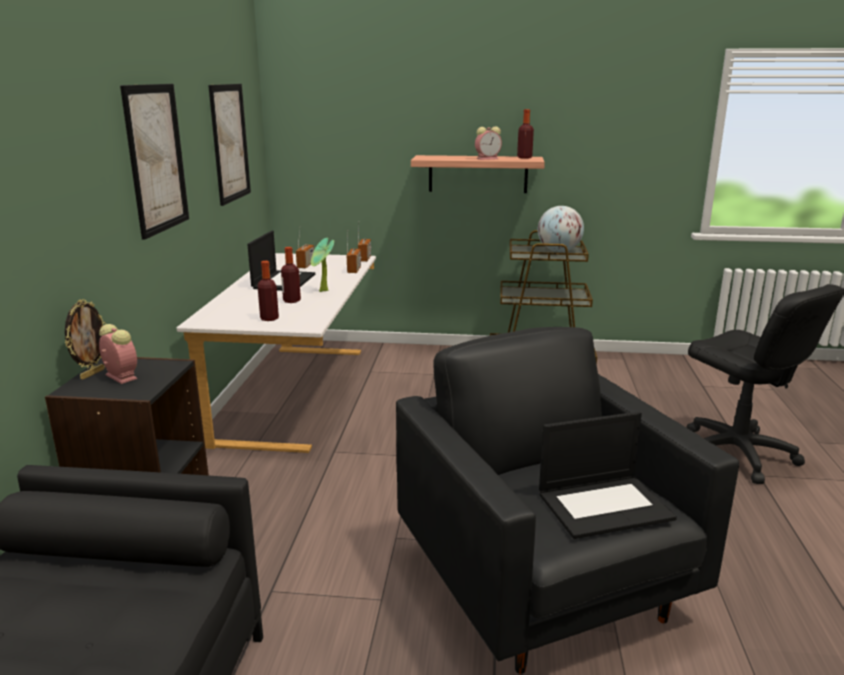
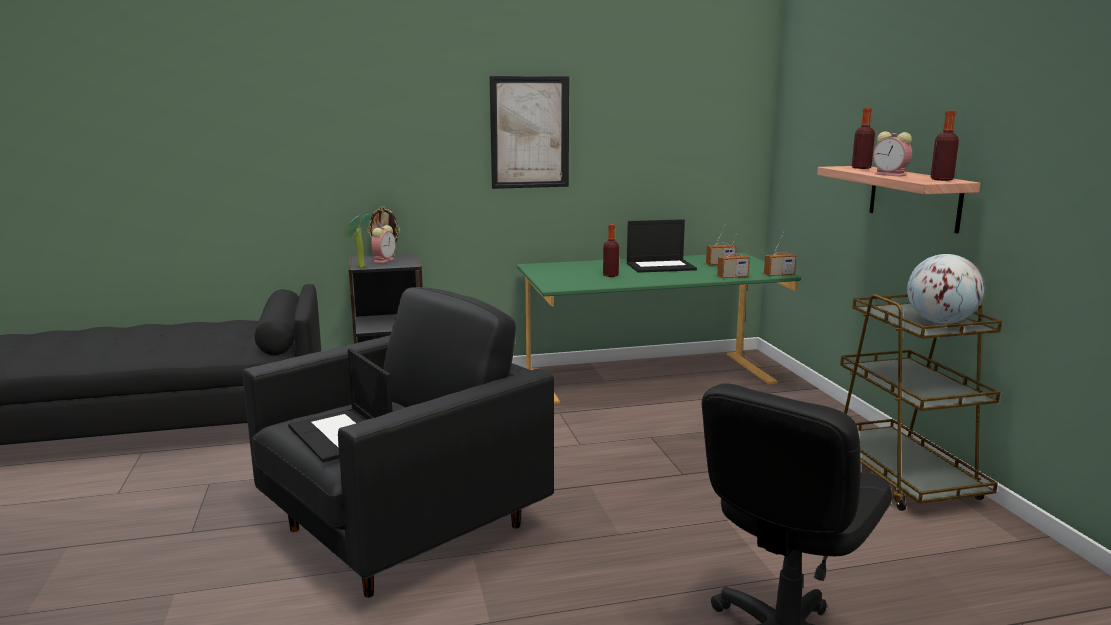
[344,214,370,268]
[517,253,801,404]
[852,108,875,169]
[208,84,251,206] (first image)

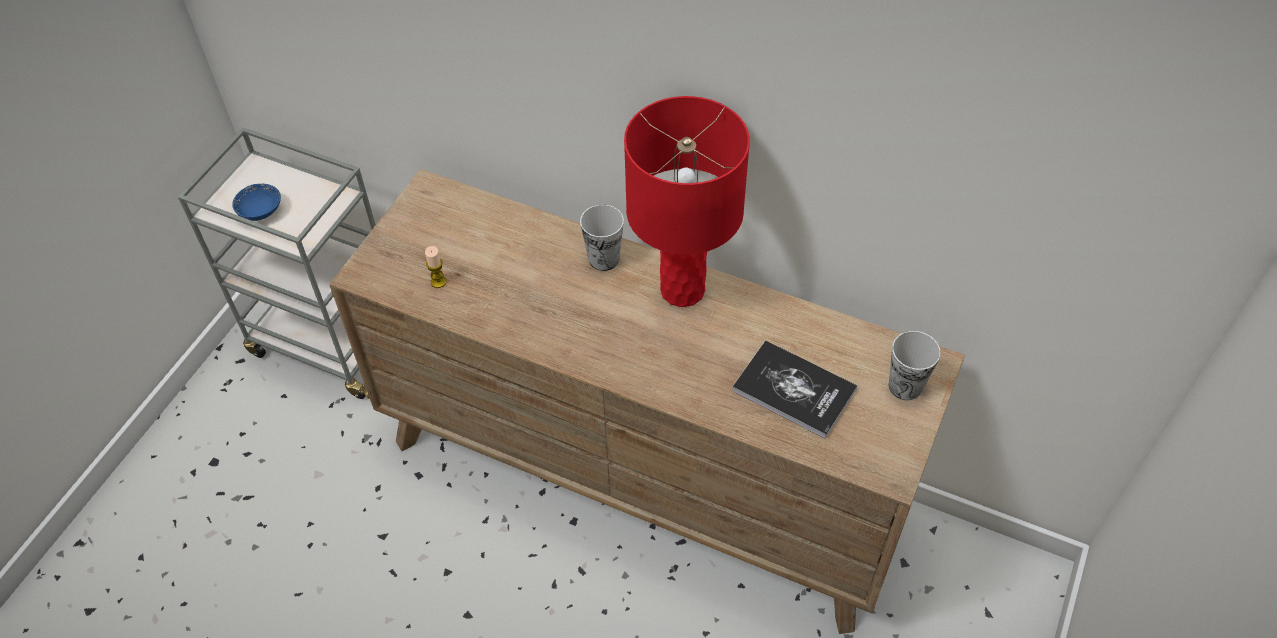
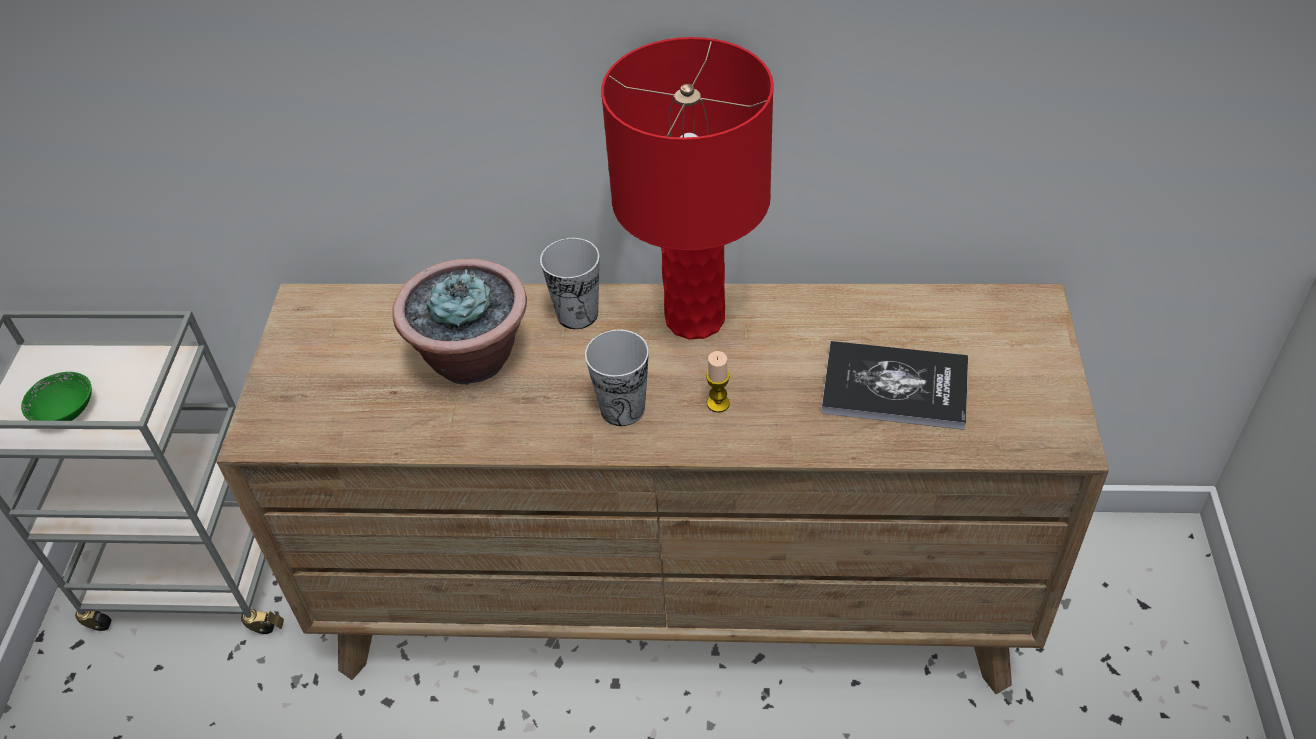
[21,372,92,421]
[392,259,527,385]
[585,329,649,426]
[706,351,730,413]

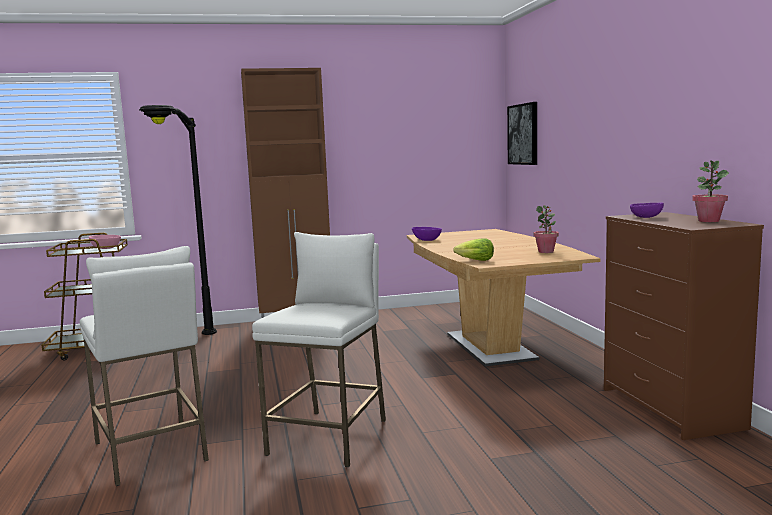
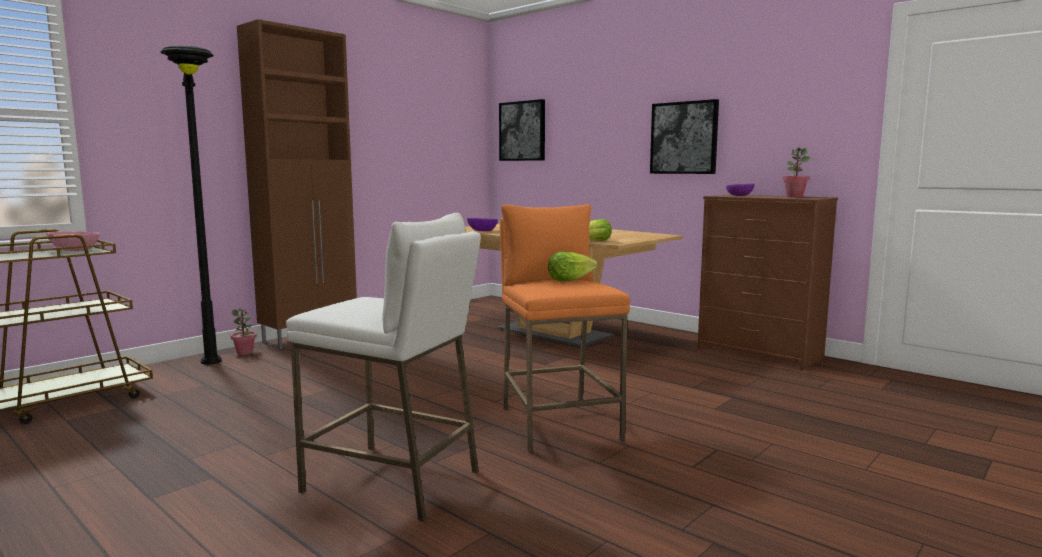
[231,308,257,355]
[500,204,630,453]
[548,252,598,282]
[650,99,719,174]

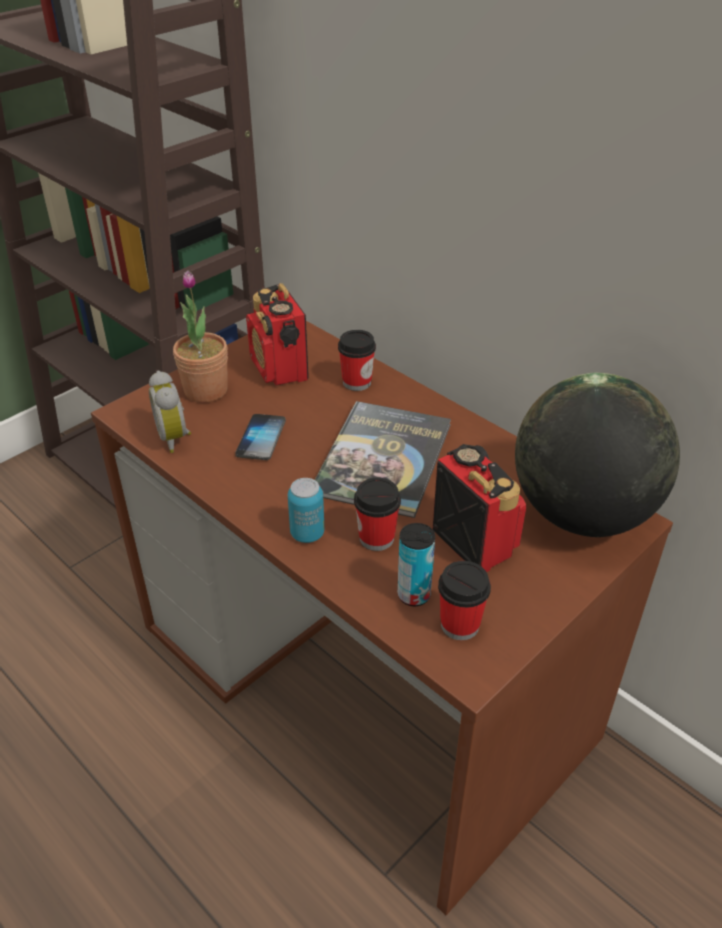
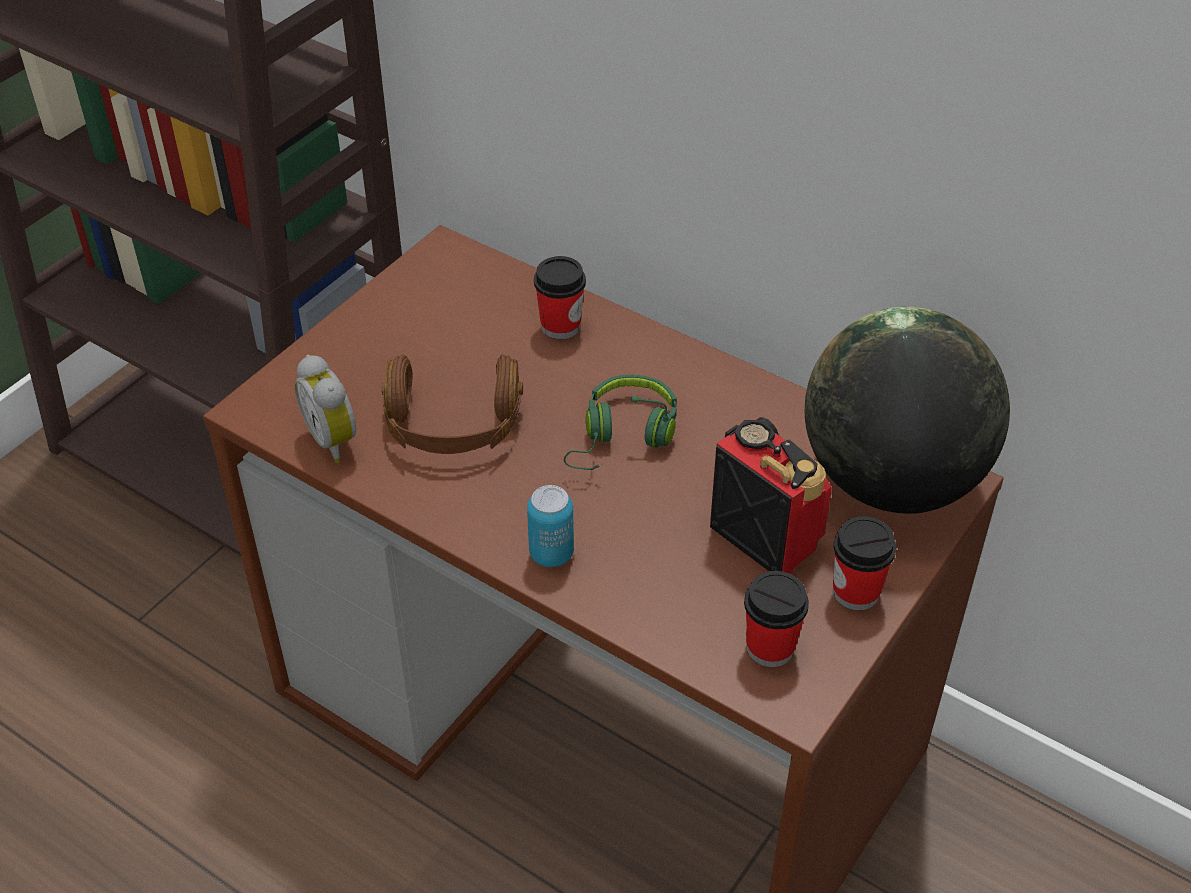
[382,354,523,454]
[564,375,677,470]
[833,516,896,610]
[173,270,228,403] (first image)
[246,283,309,385] (first image)
[397,523,435,606] (first image)

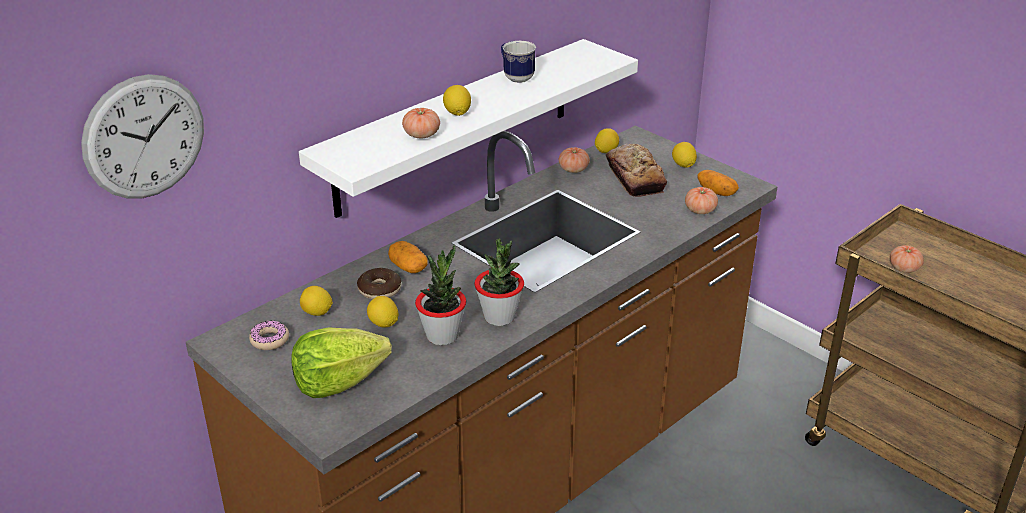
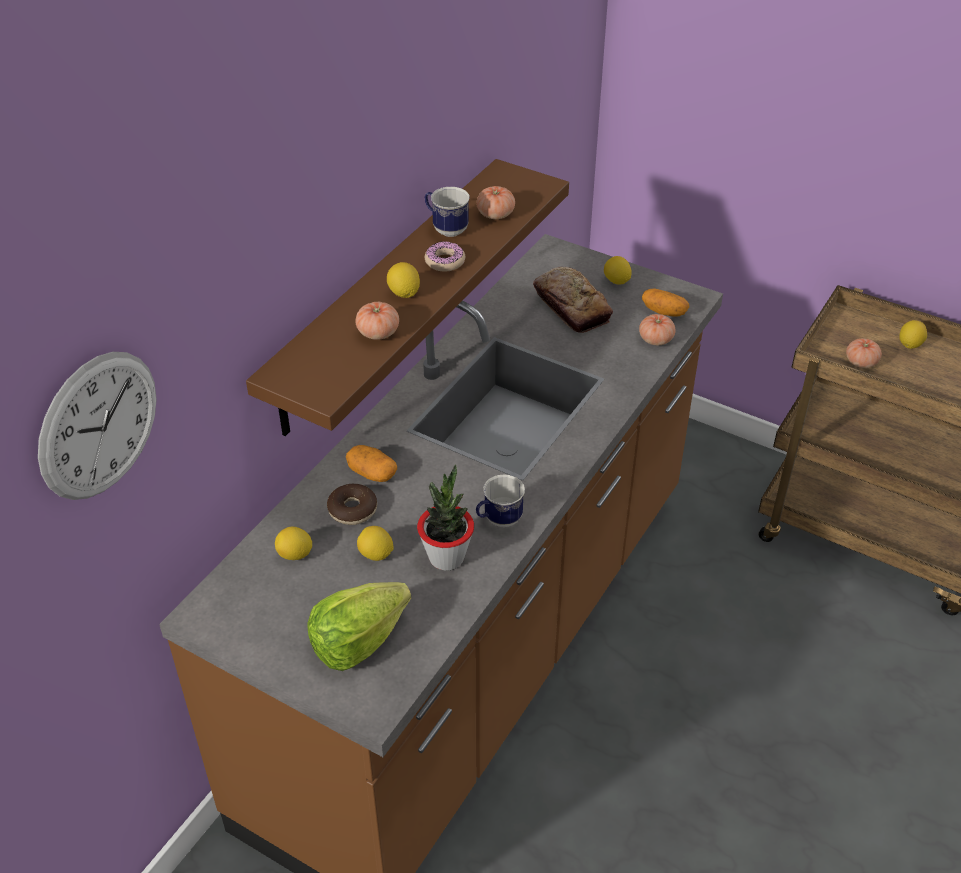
[246,159,569,436]
[425,241,465,272]
[476,186,515,219]
[476,475,525,527]
[899,320,927,349]

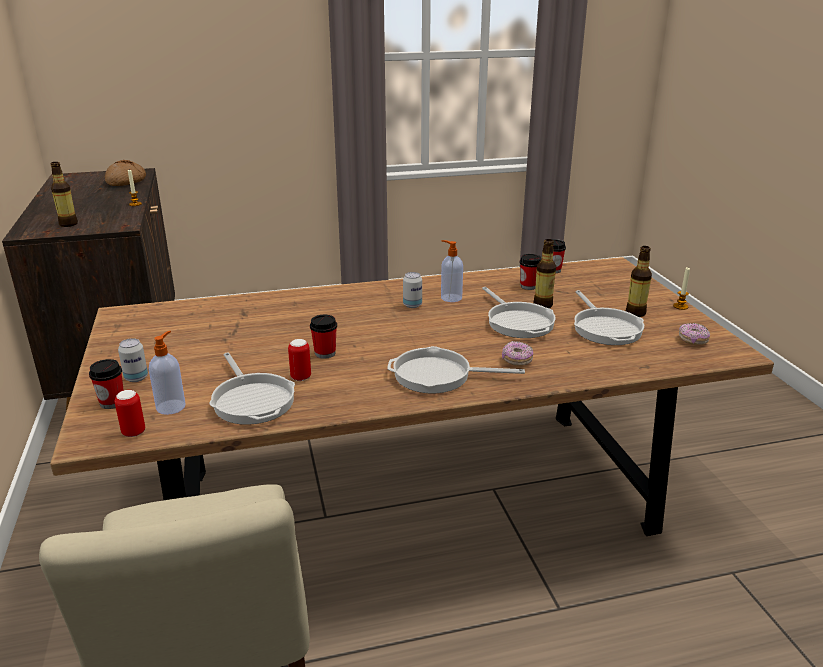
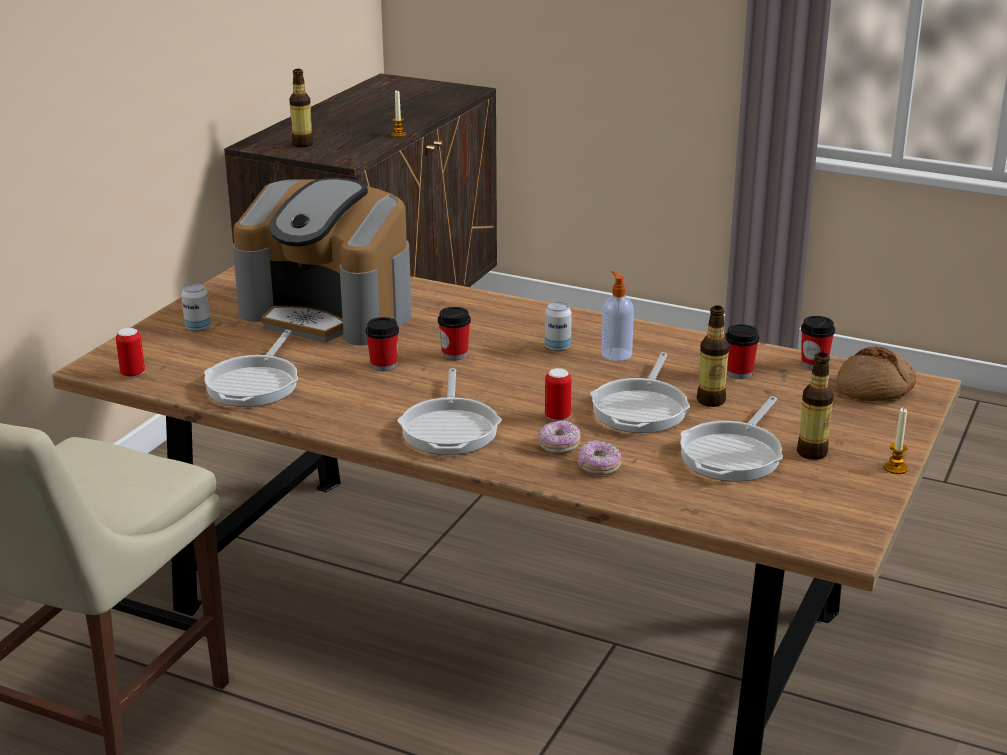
[233,178,412,346]
[397,368,502,455]
[438,307,471,360]
[545,368,571,421]
[578,440,621,475]
[836,346,916,401]
[149,331,185,415] (first image)

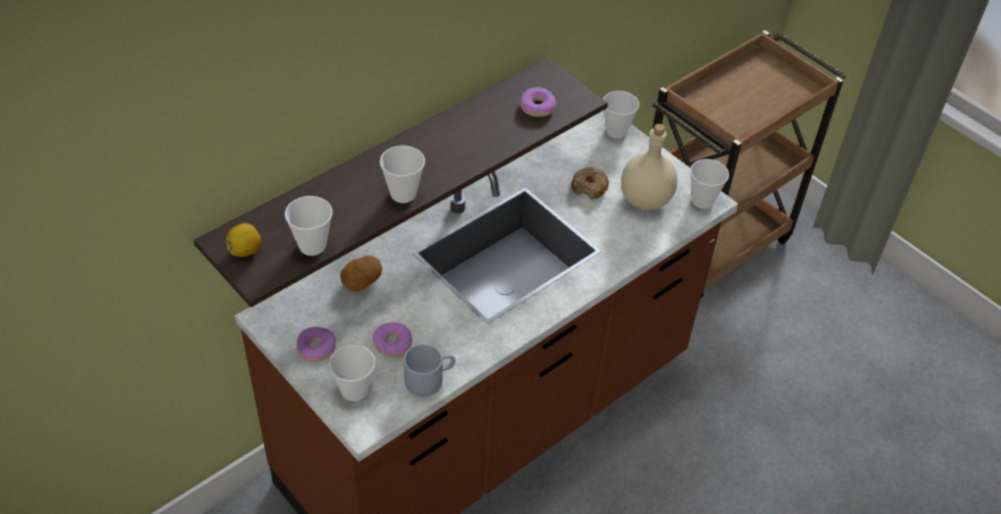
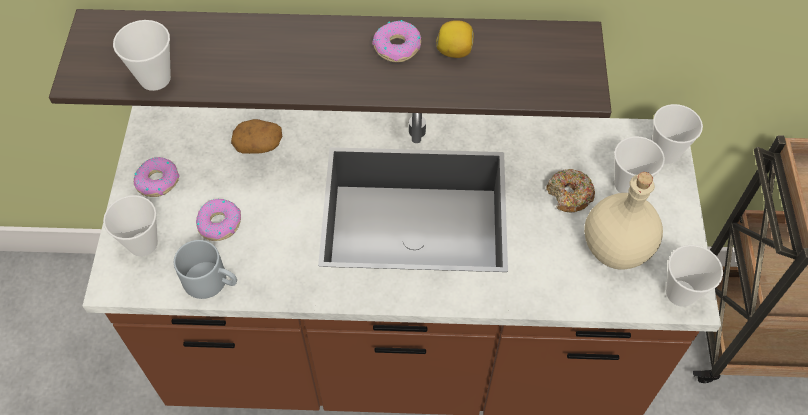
[372,20,421,62]
[436,20,474,58]
[614,136,665,193]

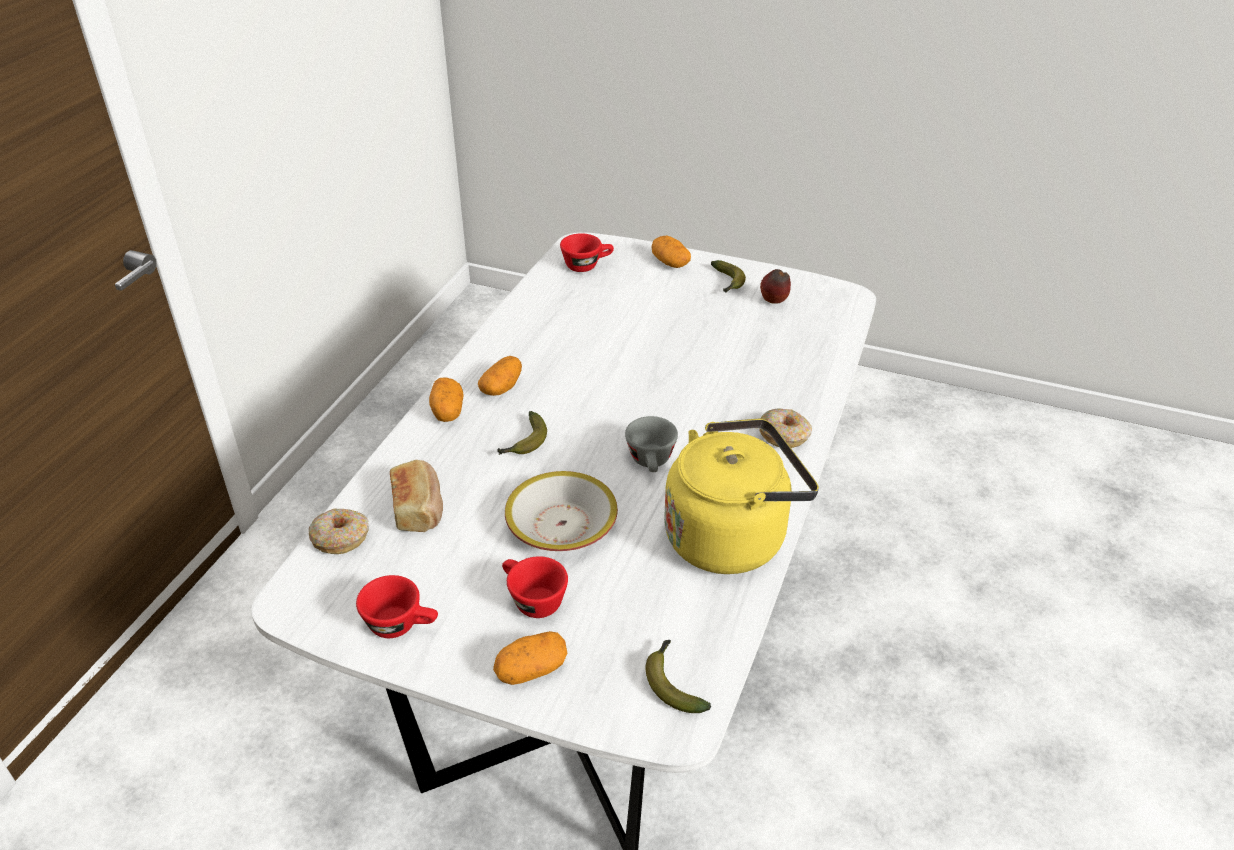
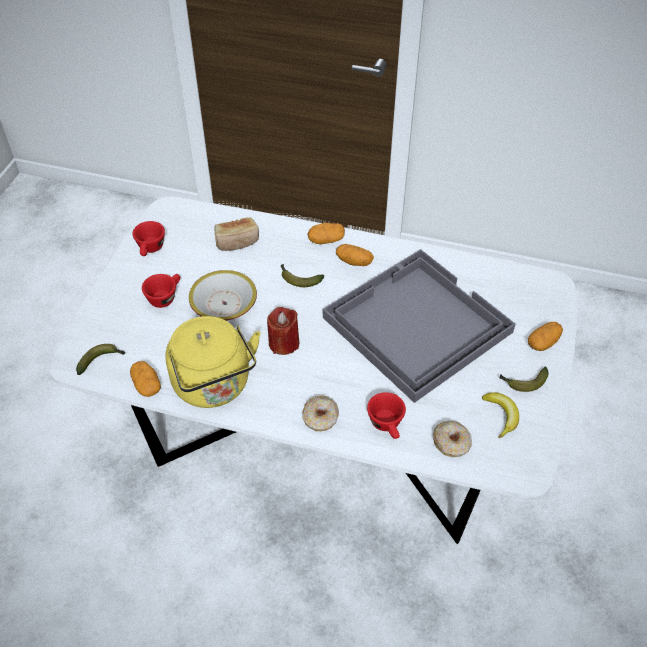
[130,361,161,397]
[267,307,299,355]
[323,249,515,403]
[367,392,406,439]
[433,421,472,457]
[482,392,519,438]

